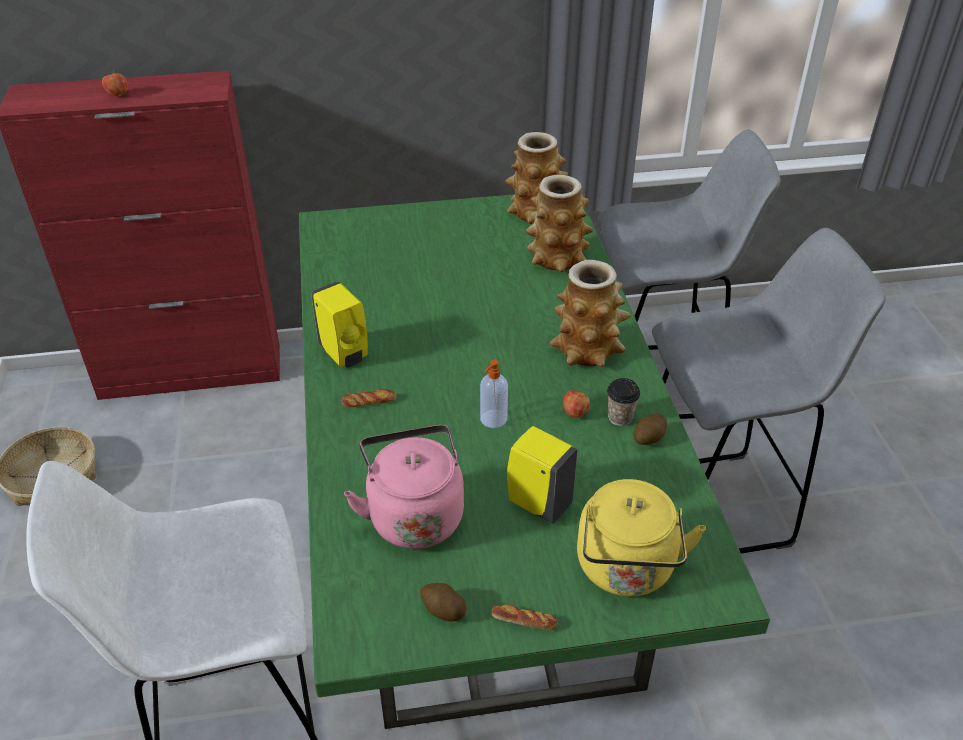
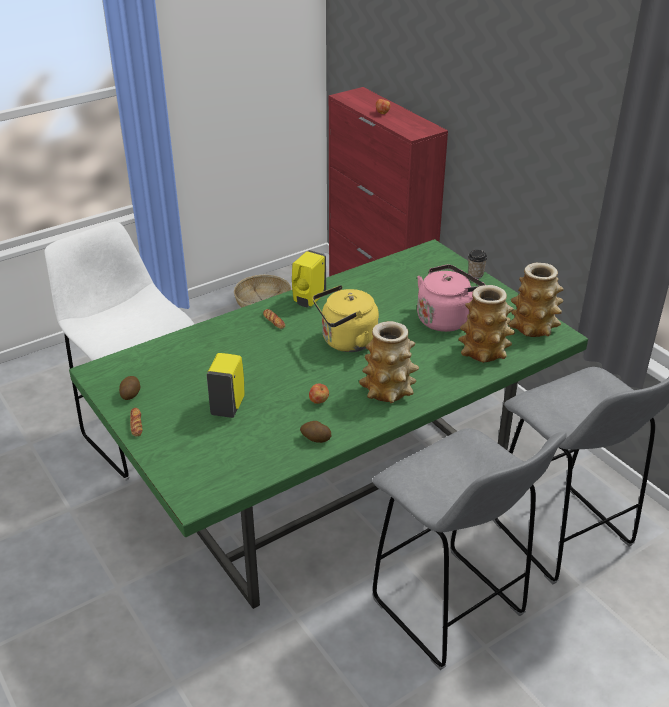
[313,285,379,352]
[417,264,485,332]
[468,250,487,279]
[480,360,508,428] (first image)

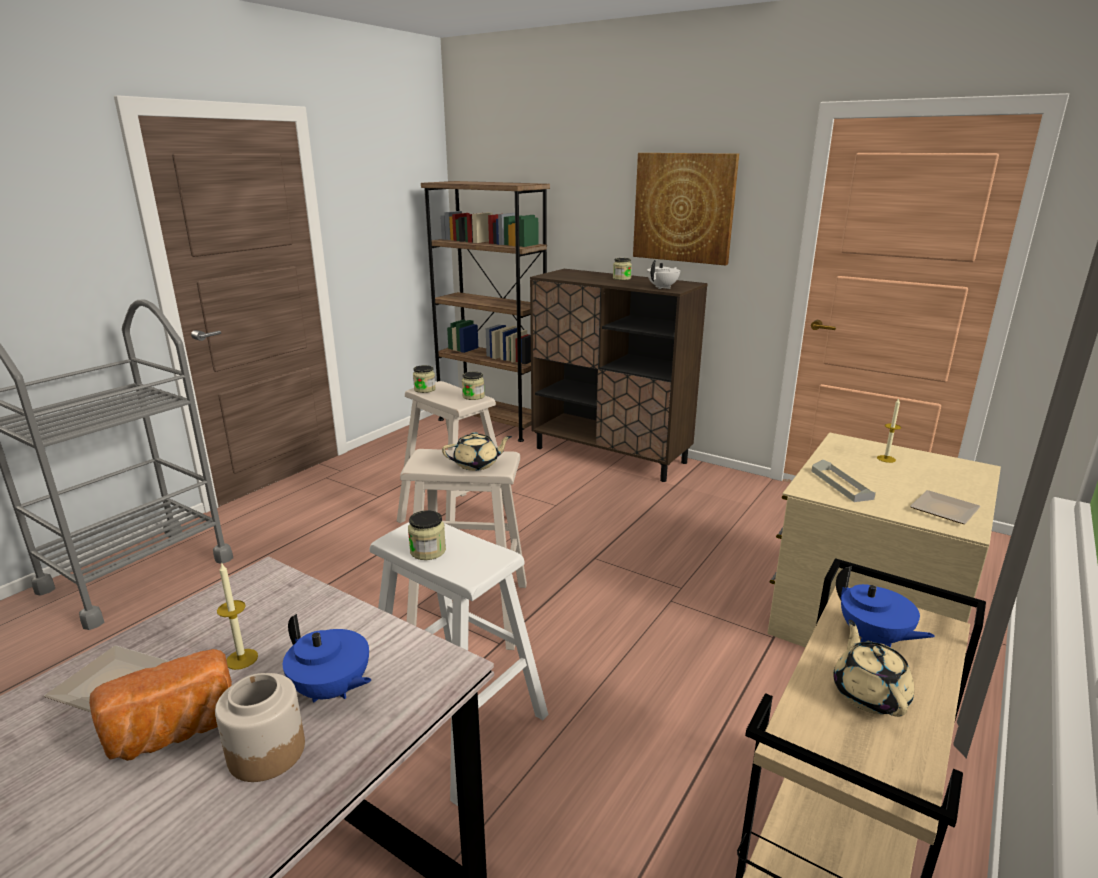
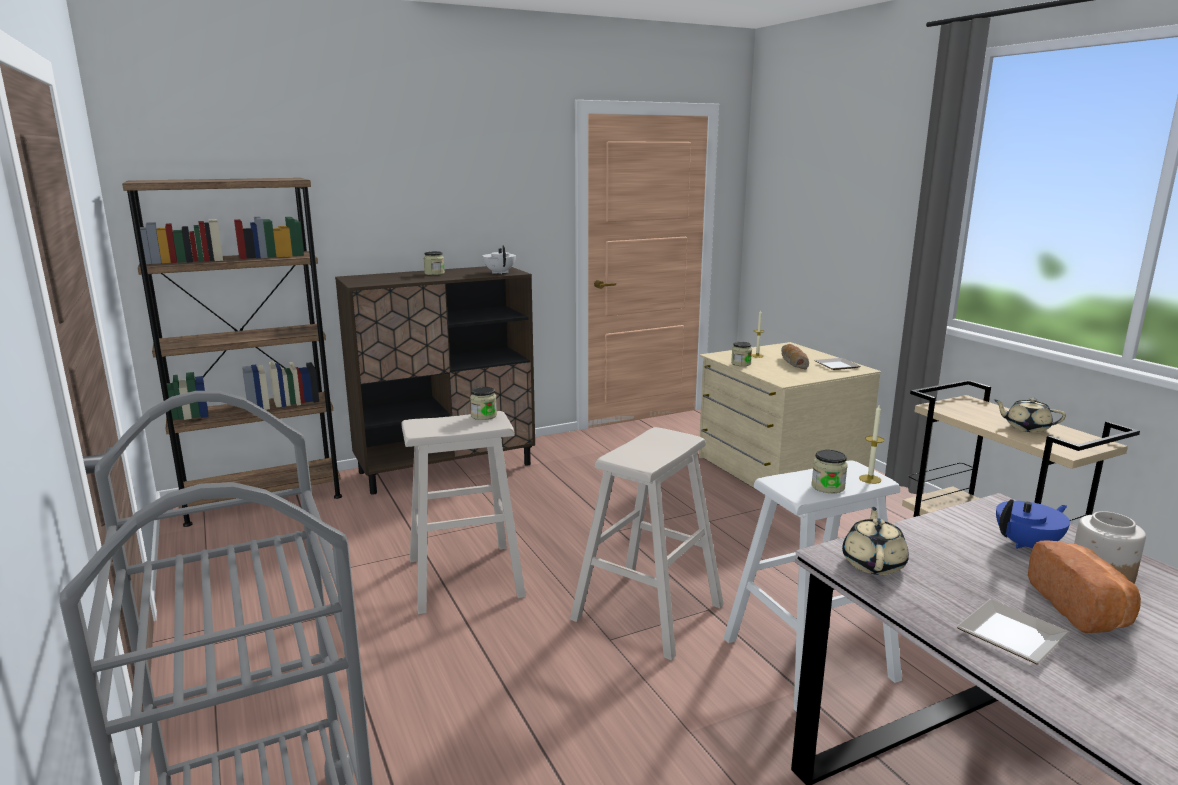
[731,342,752,366]
[781,344,809,369]
[842,507,909,575]
[859,405,884,484]
[633,153,739,266] (first image)
[812,460,876,502] (first image)
[836,566,935,647] (first image)

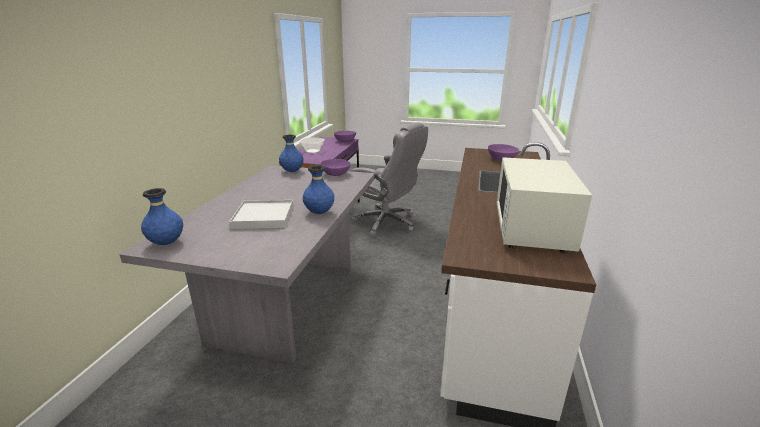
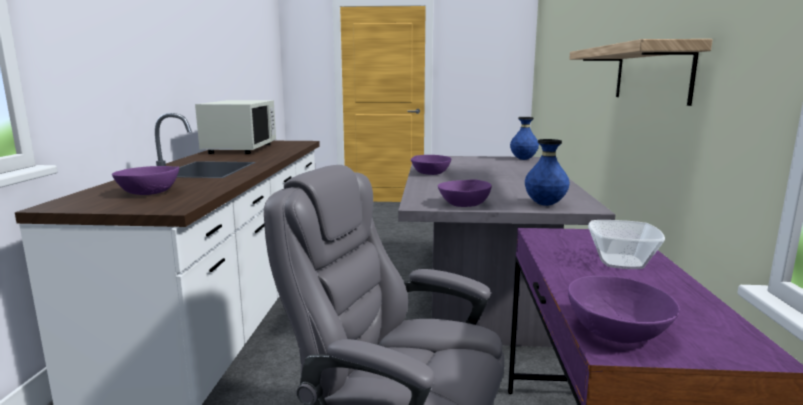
[411,155,451,175]
[569,39,713,106]
[229,200,293,229] (first image)

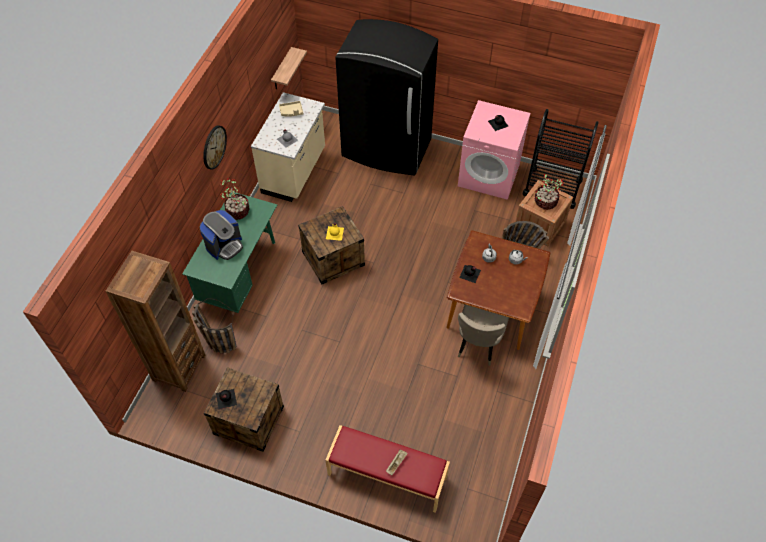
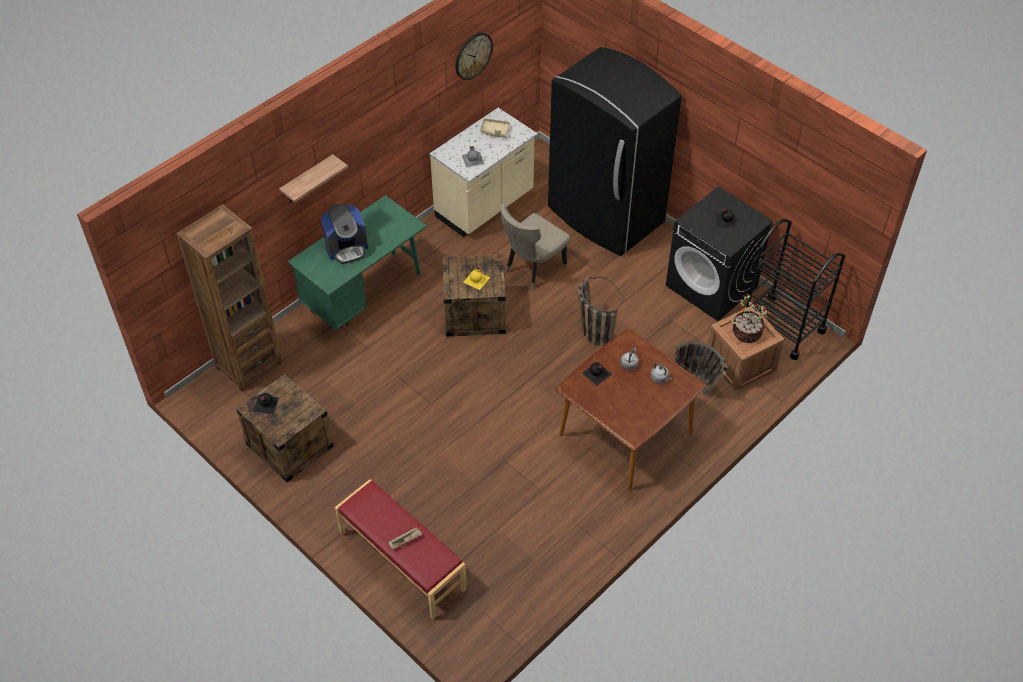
[279,154,348,203]
[455,33,493,80]
[500,204,571,290]
[578,276,624,346]
[666,186,773,321]
[220,178,249,220] (first image)

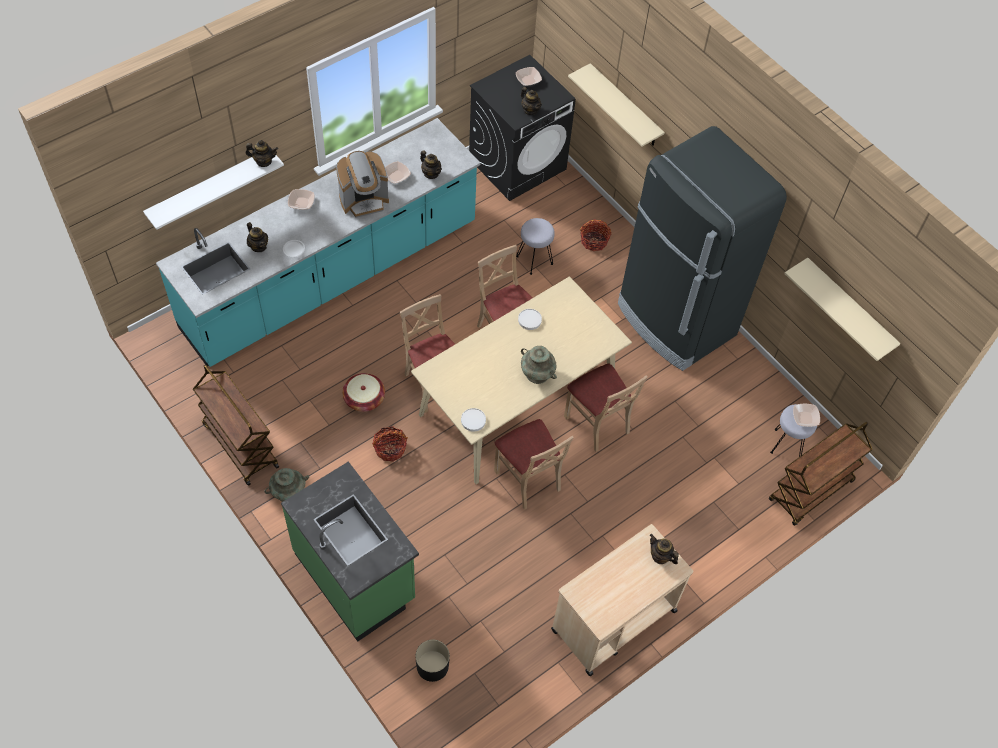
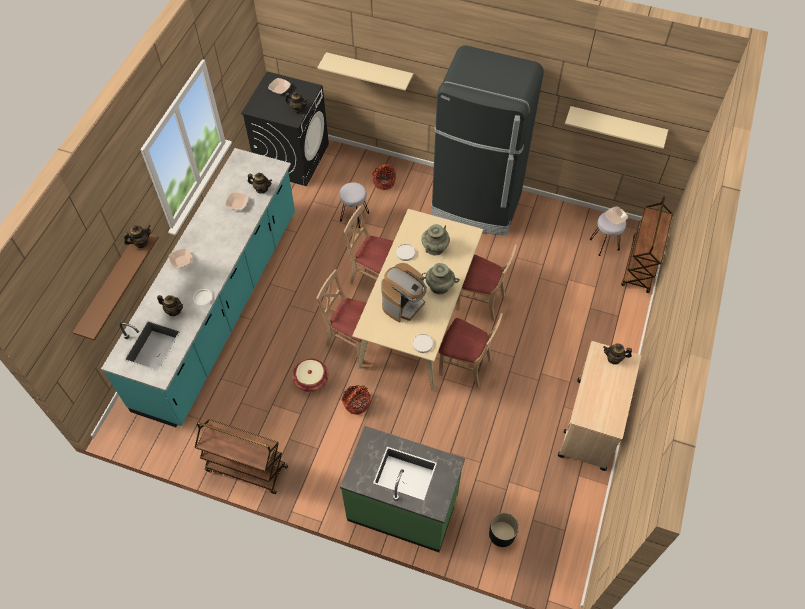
[73,234,159,340]
[381,263,427,323]
[421,224,450,255]

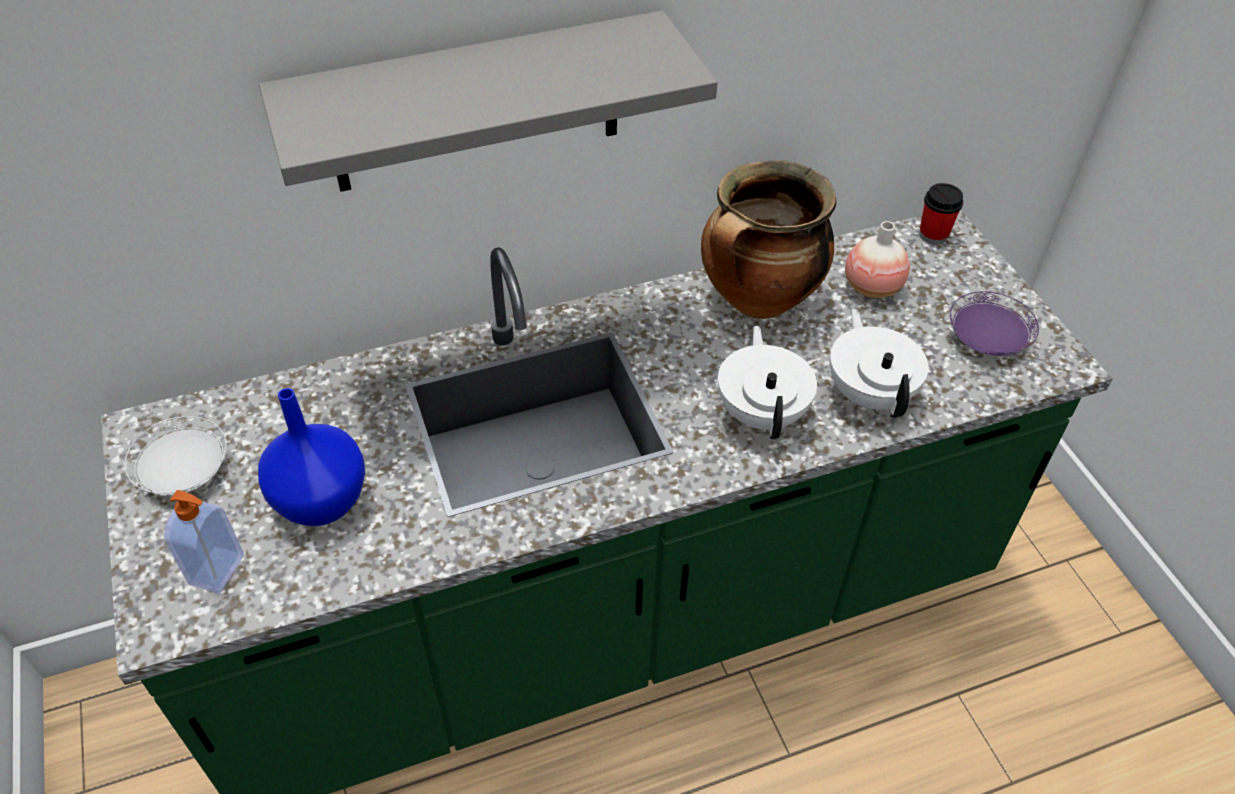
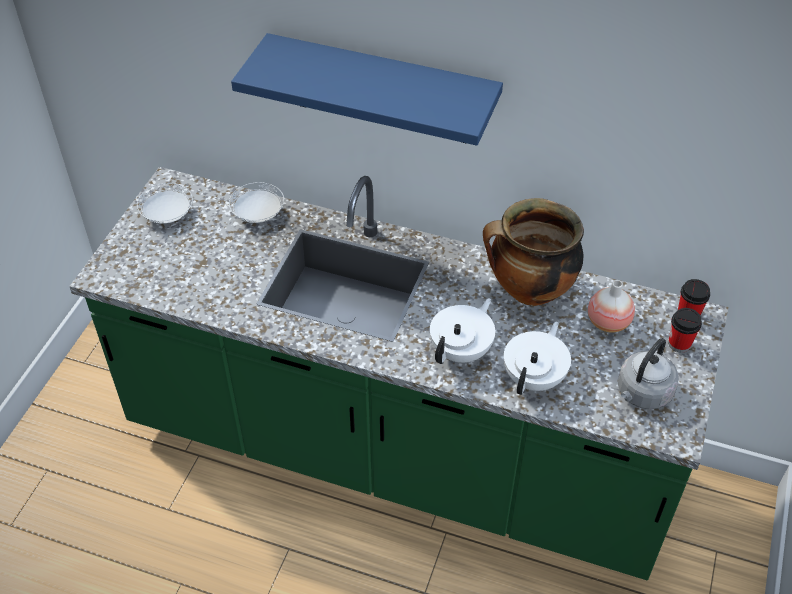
[229,182,284,223]
[231,33,503,146]
[618,338,678,409]
[668,308,702,353]
[164,490,244,593] (first image)
[258,388,365,526] (first image)

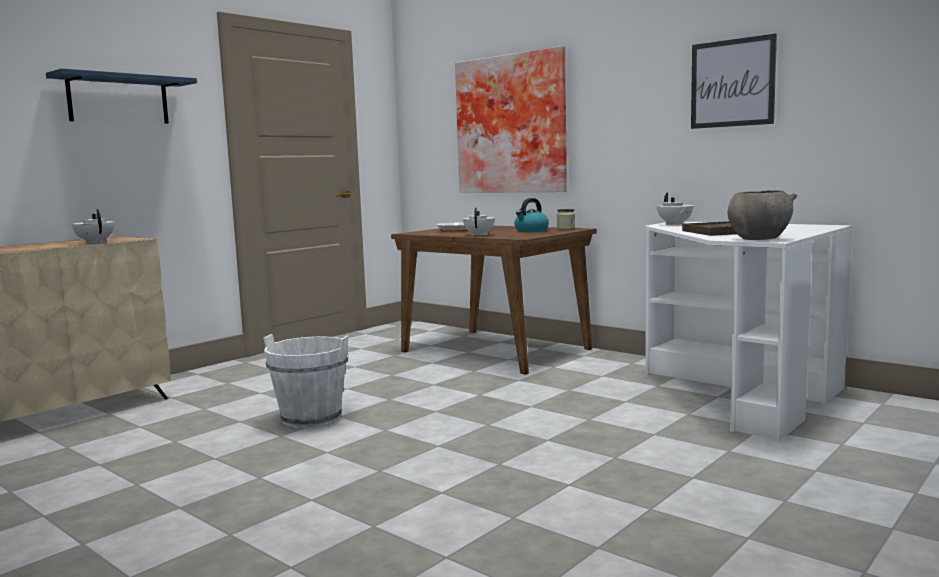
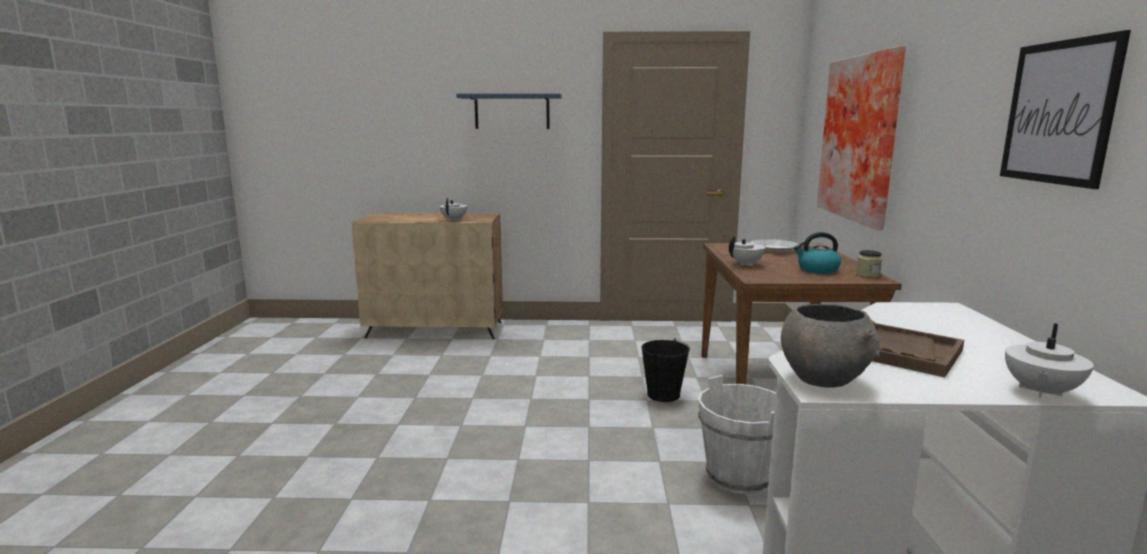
[641,338,690,402]
[698,375,776,494]
[1005,323,1094,398]

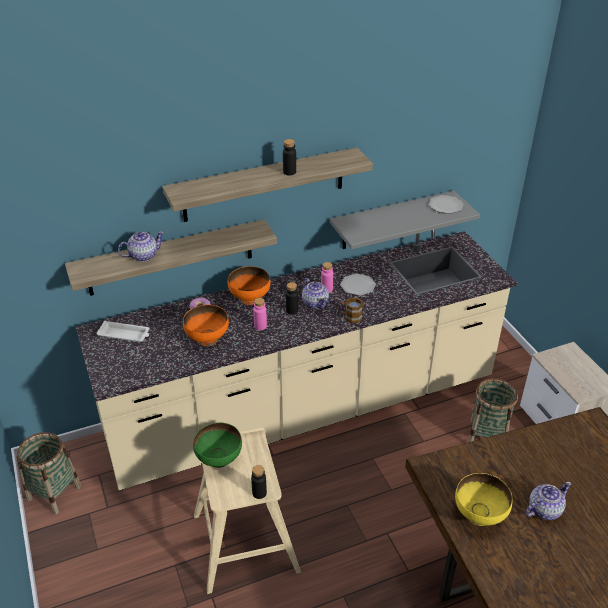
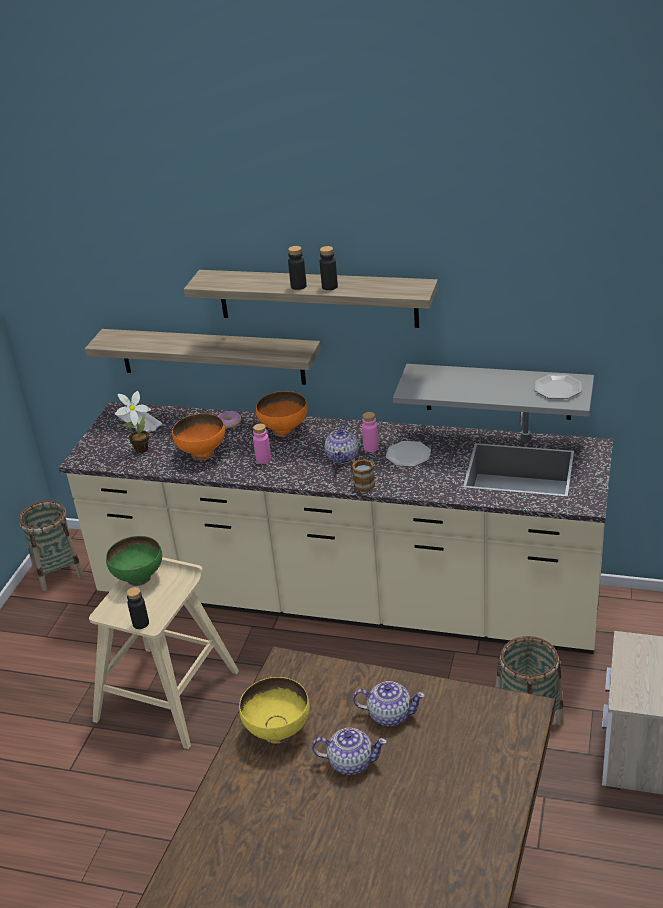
[115,391,151,453]
[288,246,307,290]
[353,681,425,726]

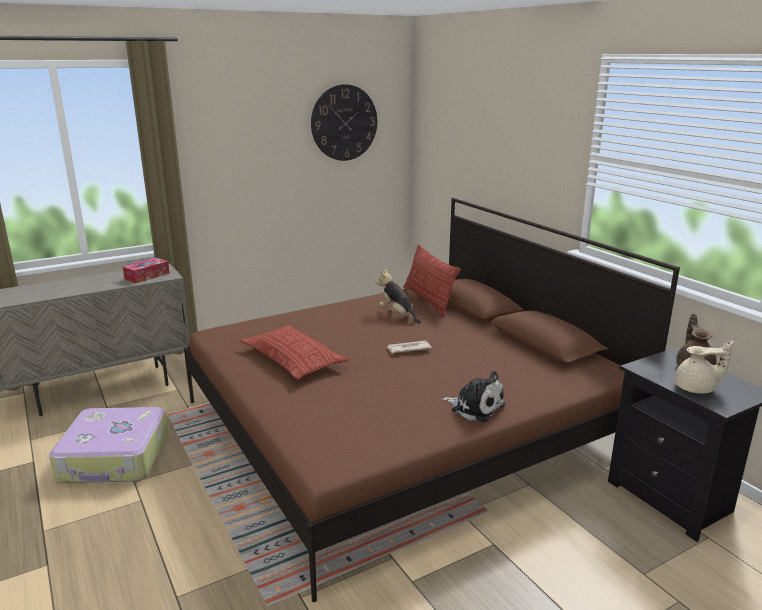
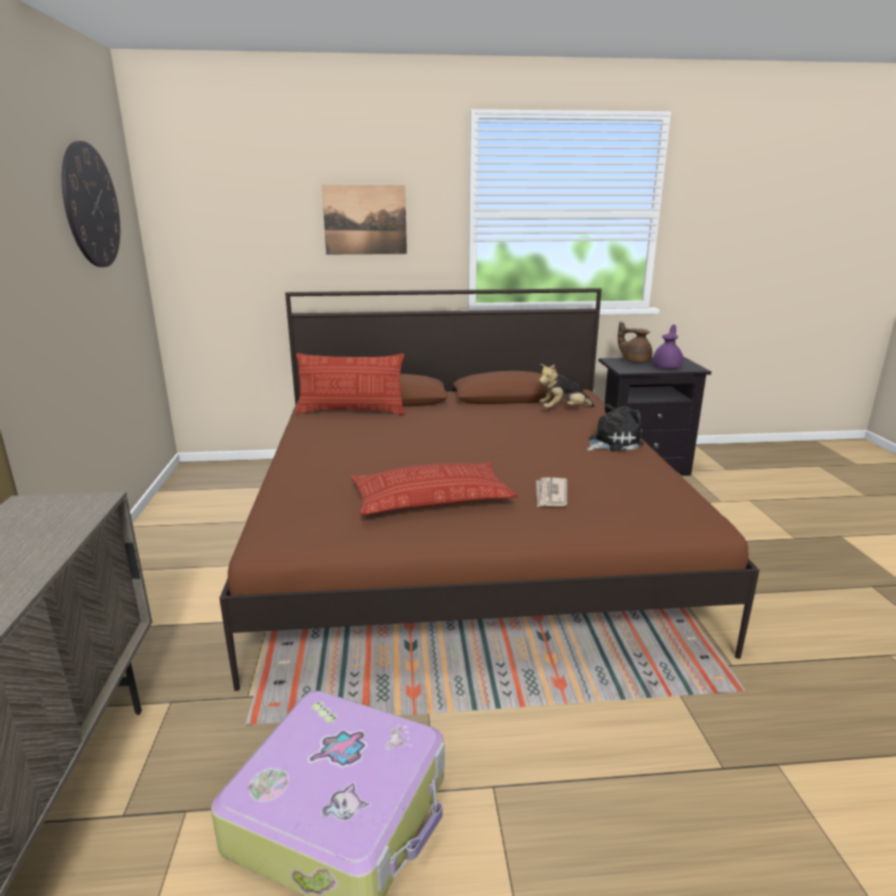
[322,185,407,255]
[536,477,567,507]
[539,364,595,408]
[653,324,683,369]
[123,258,170,283] (first image)

